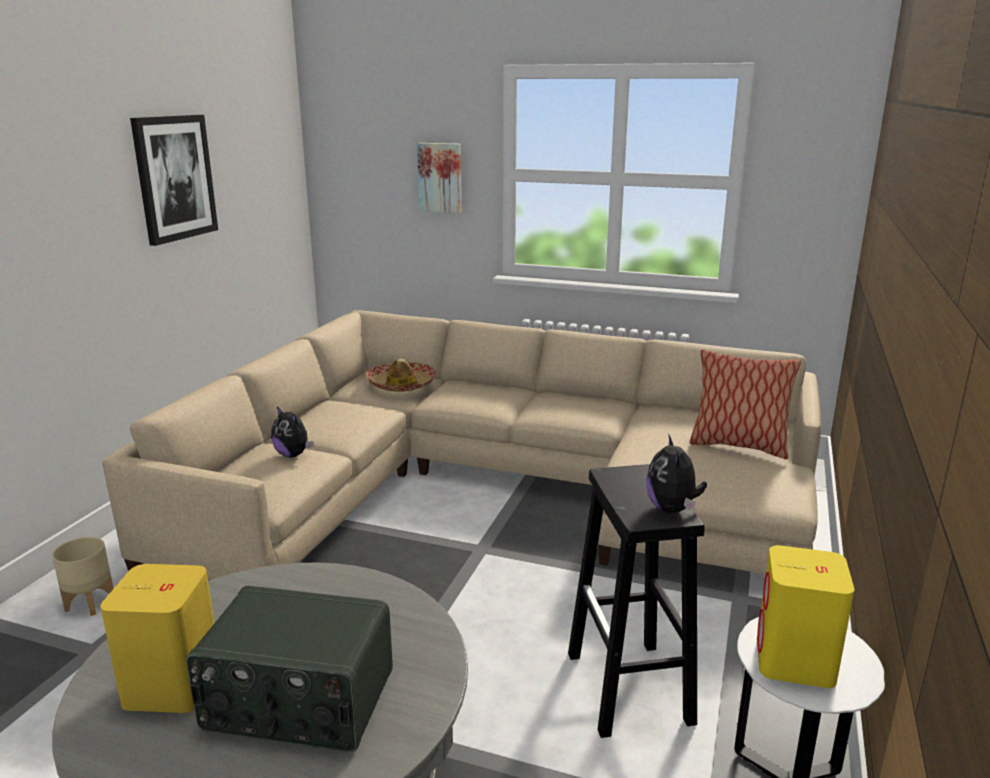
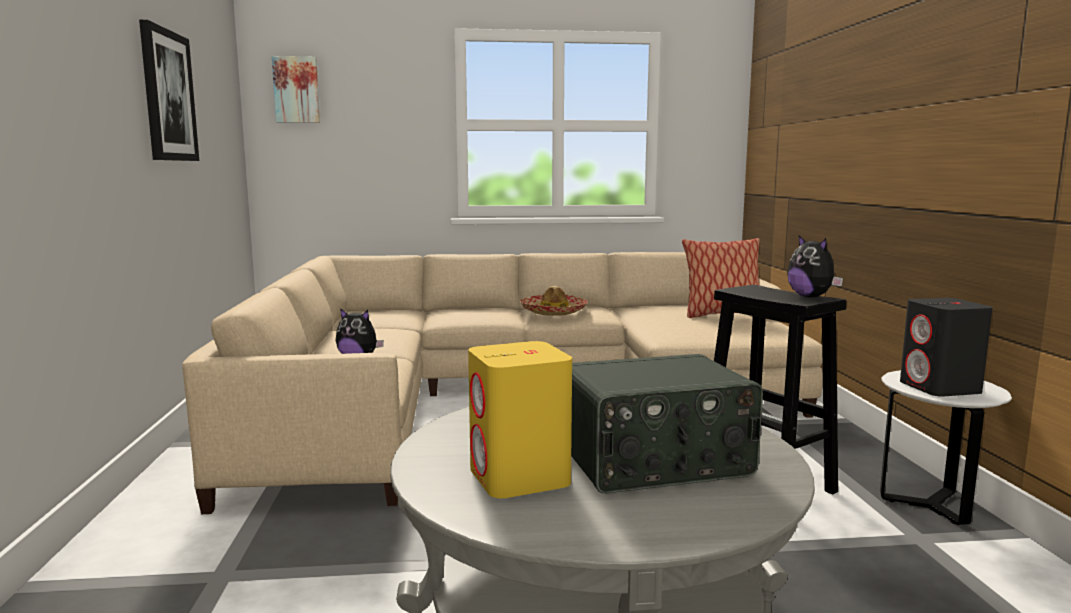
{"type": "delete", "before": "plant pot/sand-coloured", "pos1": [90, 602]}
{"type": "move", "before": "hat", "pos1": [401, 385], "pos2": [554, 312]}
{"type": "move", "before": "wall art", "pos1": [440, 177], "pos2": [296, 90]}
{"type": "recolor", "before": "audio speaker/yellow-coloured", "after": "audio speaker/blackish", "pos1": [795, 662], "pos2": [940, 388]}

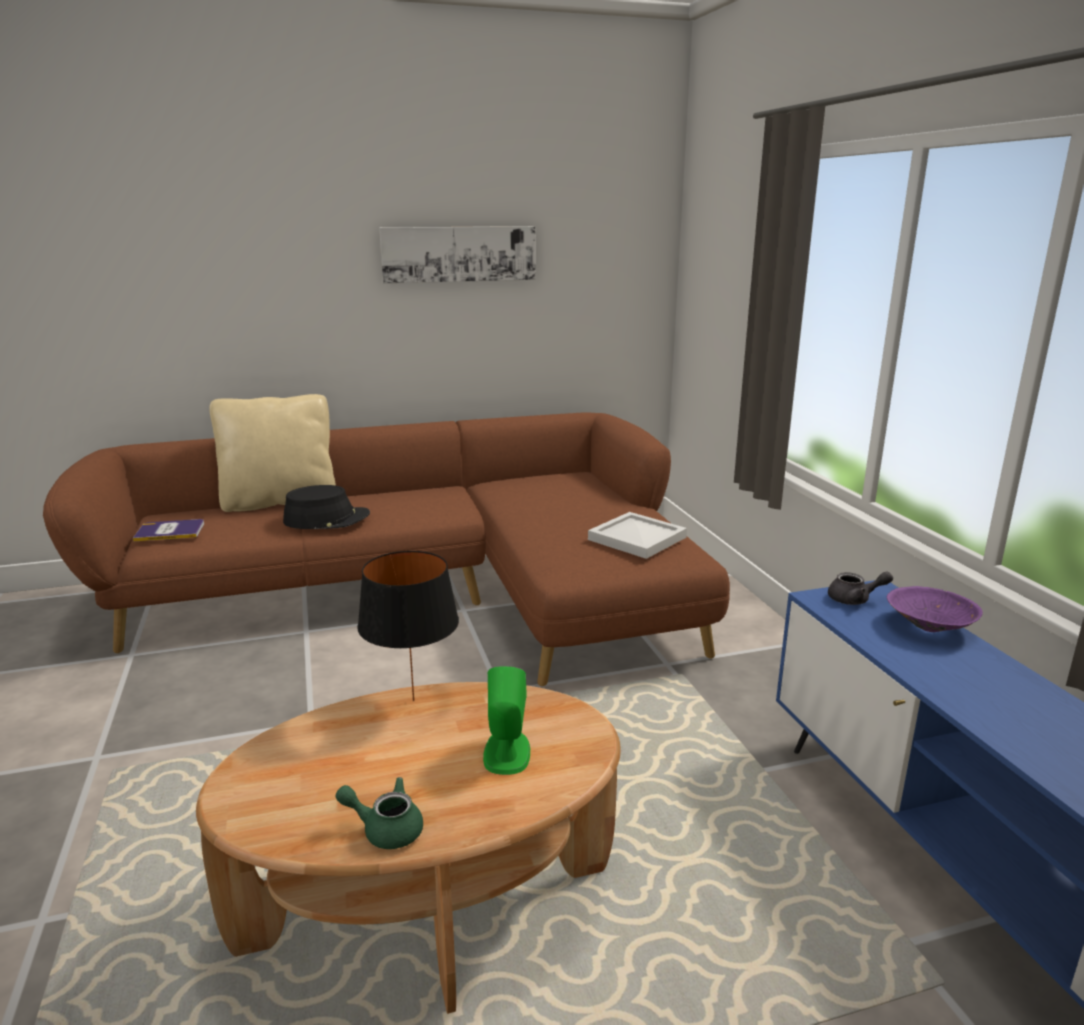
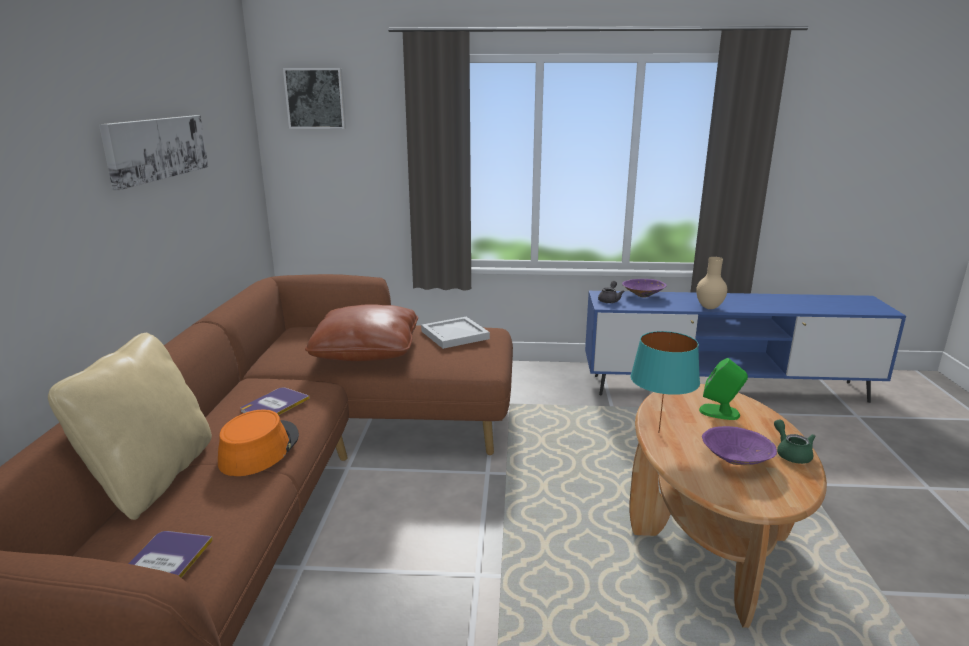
{"type": "recolor", "before": "hat/blackish", "after": "hat/orange", "pos1": [327, 519], "pos2": [259, 449]}
{"type": "rotate", "before": "tea pot/green", "pos1": [386, 829], "pos2": [791, 453], "turn": 135}
{"type": "recolor", "before": "lamp for a table/blackish", "after": "lamp for a table/blue-green", "pos1": [414, 700], "pos2": [658, 432]}
{"type": "insert", "after": "book", "pos2": [274, 405]}
{"type": "insert", "after": "wall art", "pos2": [316, 98]}
{"type": "insert", "after": "throw pillow/brown-coloured", "pos2": [367, 351]}
{"type": "insert", "after": "vase/sand-coloured", "pos2": [708, 307]}
{"type": "insert", "after": "serving bowl/purple", "pos2": [736, 460]}

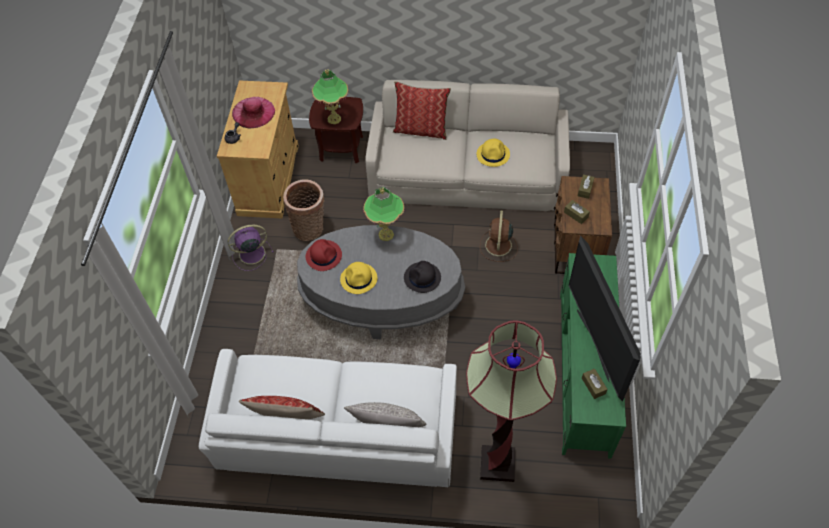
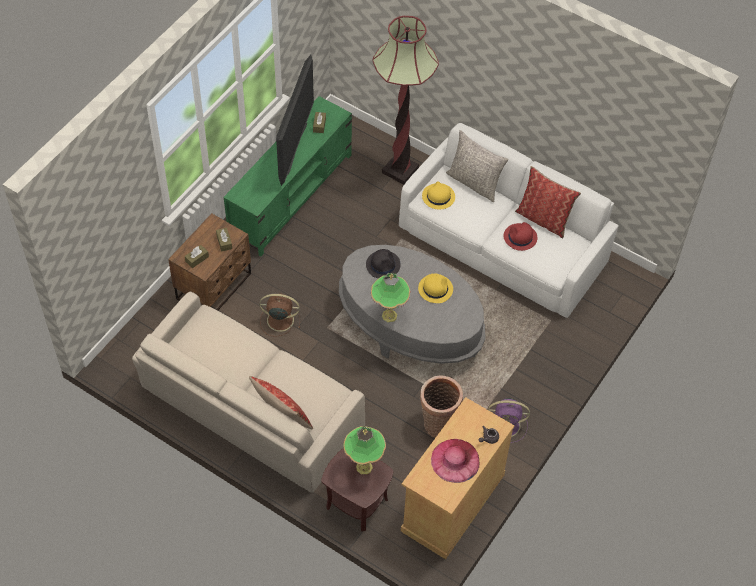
{"type": "move", "before": "hat/red-coloured", "pos1": [323, 255], "pos2": [520, 237]}
{"type": "move", "before": "hat/yellow-coloured", "pos1": [493, 154], "pos2": [438, 197]}
{"type": "rotate", "before": "cooling fan/brown-coloured", "pos1": [498, 246], "pos2": [279, 320], "turn": -120}

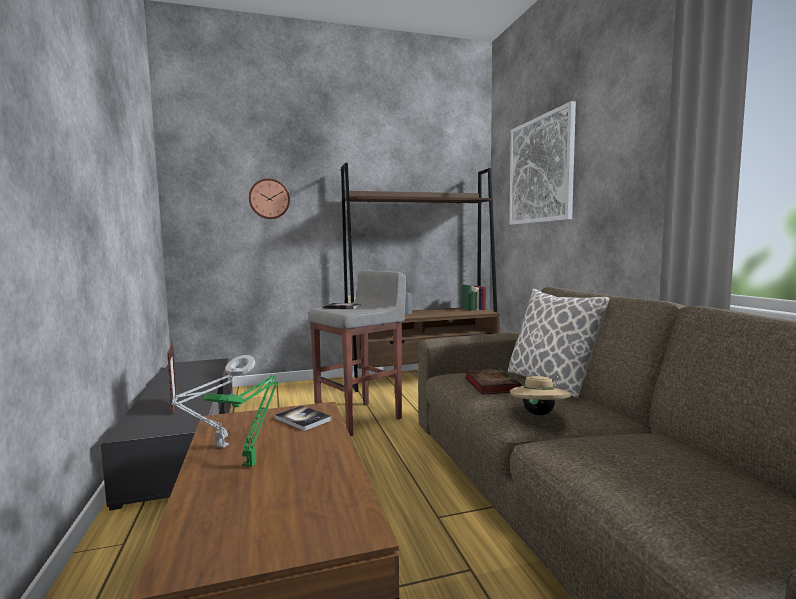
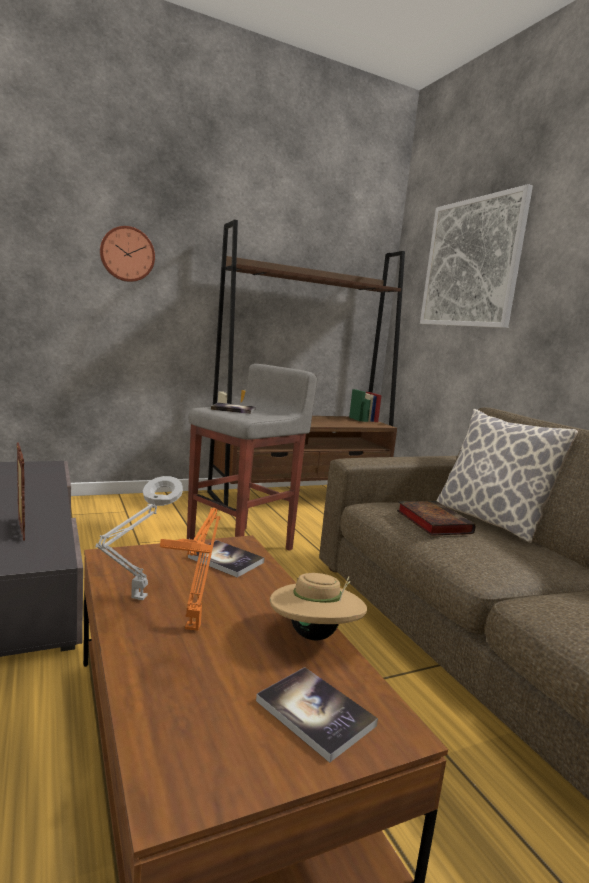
{"type": "recolor", "before": "lamp for a table/green", "after": "lamp for a table/orange", "pos1": [251, 464], "pos2": [194, 625]}
{"type": "move", "before": "hat/sand-coloured", "pos1": [539, 414], "pos2": [314, 635]}
{"type": "insert", "after": "book", "pos2": [315, 713]}

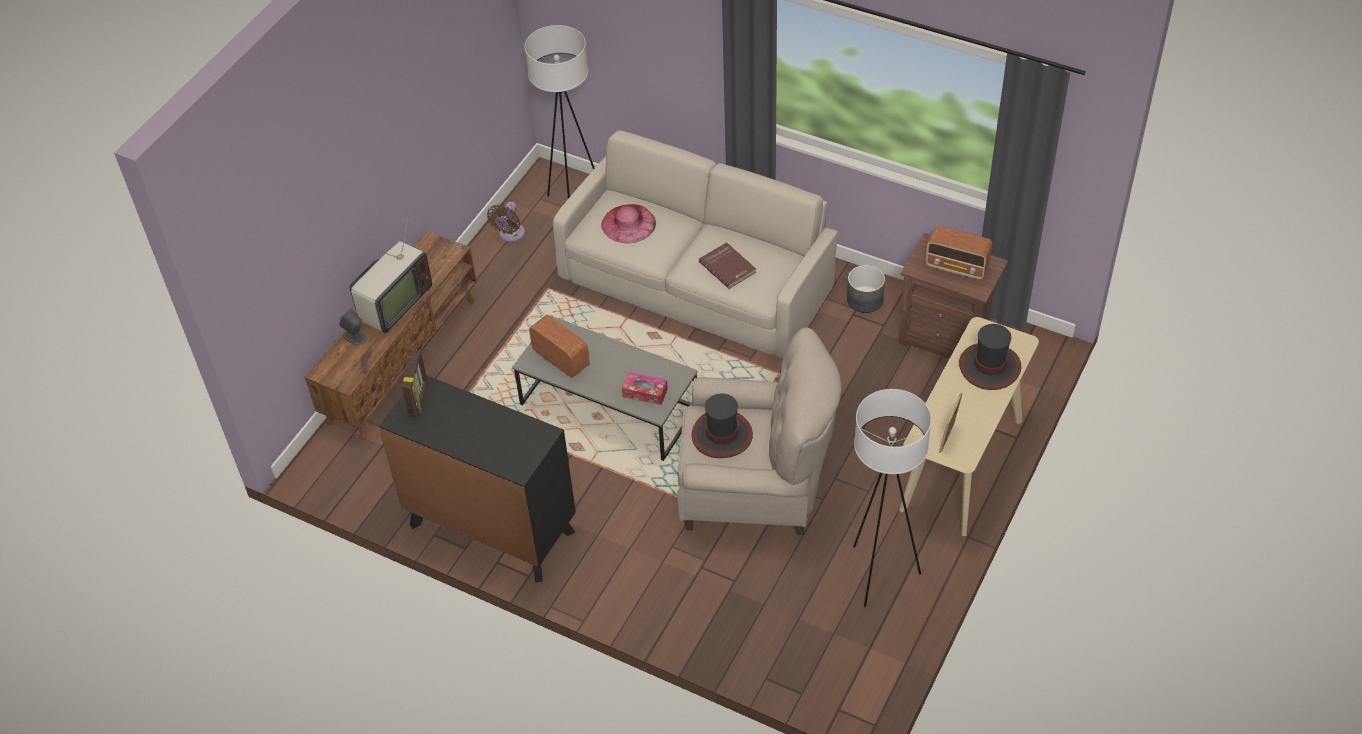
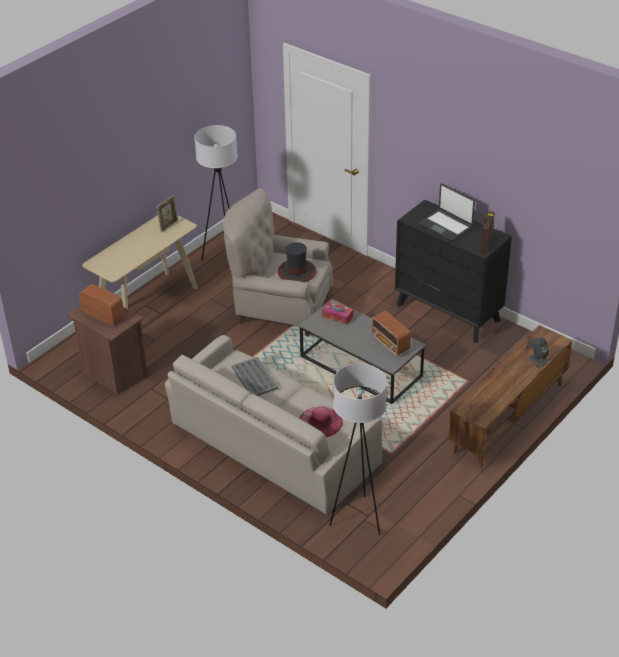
{"type": "delete", "before": "television", "pos1": [392, 305]}
{"type": "delete", "before": "cooling fan/brown-coloured", "pos1": [510, 235]}
{"type": "replace", "before": "book/red-coloured", "after": "serving tray/grey", "pos1": [728, 267], "pos2": [255, 378]}
{"type": "delete", "before": "plant pot/grey", "pos1": [865, 299]}
{"type": "delete", "before": "hat", "pos1": [989, 367]}
{"type": "insert", "after": "laptop", "pos2": [446, 226]}

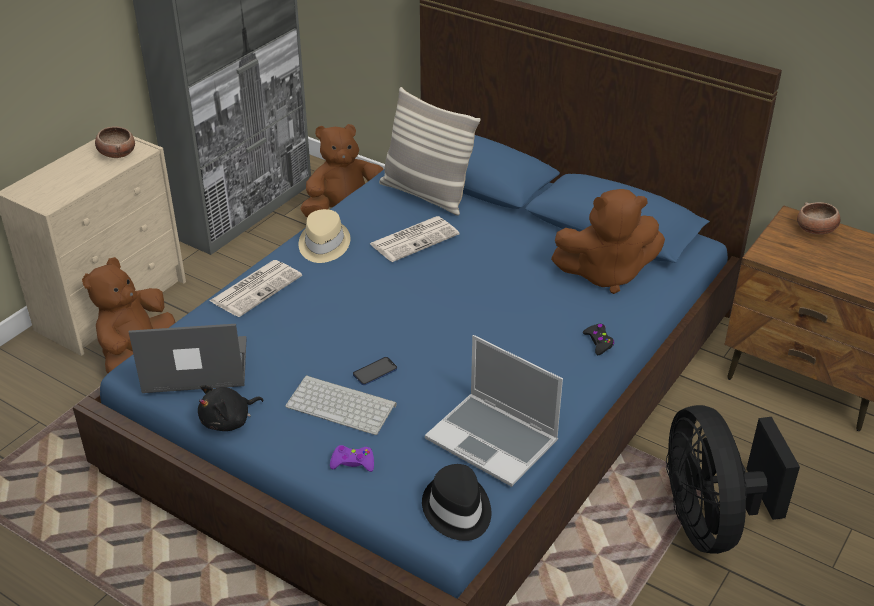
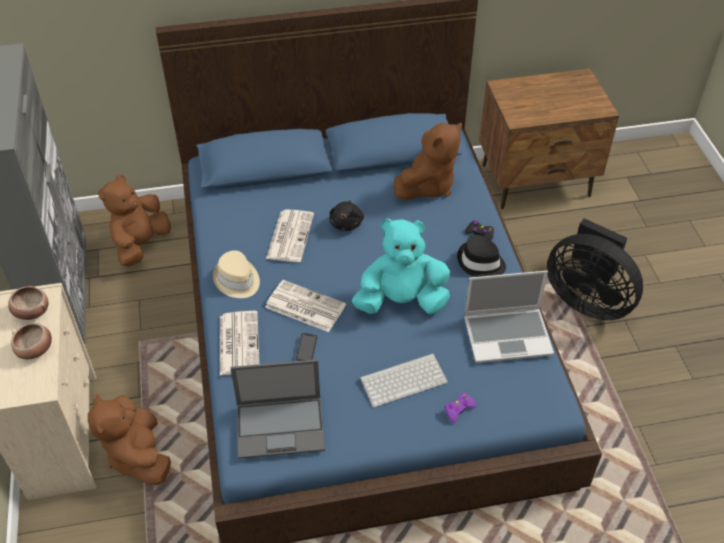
{"type": "rotate", "before": "laptop", "pos1": [194, 366], "pos2": [281, 426], "turn": -135}
{"type": "move", "before": "soft toy/blackish", "pos1": [229, 421], "pos2": [346, 223]}
{"type": "move", "before": "telephone", "pos1": [375, 372], "pos2": [306, 348]}
{"type": "delete", "before": "throw pillow", "pos1": [426, 194]}
{"type": "move", "before": "hat/blackish", "pos1": [457, 510], "pos2": [480, 263]}
{"type": "move", "before": "serving bowl", "pos1": [816, 230], "pos2": [35, 349]}
{"type": "insert", "after": "newspaper", "pos2": [304, 306]}
{"type": "insert", "after": "soft toy/blue-green", "pos2": [401, 301]}

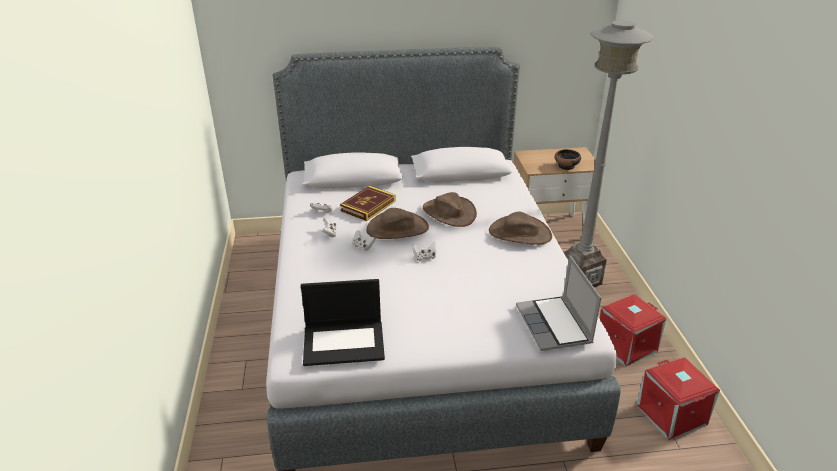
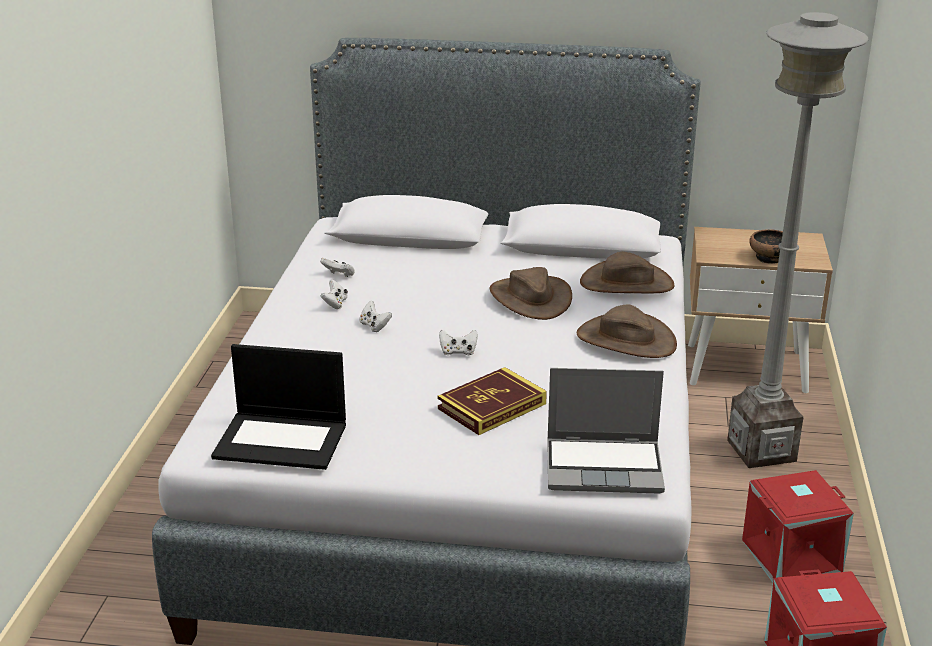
{"type": "move", "before": "book", "pos1": [368, 206], "pos2": [492, 406]}
{"type": "move", "before": "hat/brown-coloured", "pos1": [397, 229], "pos2": [626, 284]}
{"type": "rotate", "before": "laptop", "pos1": [555, 325], "pos2": [605, 467], "turn": -90}

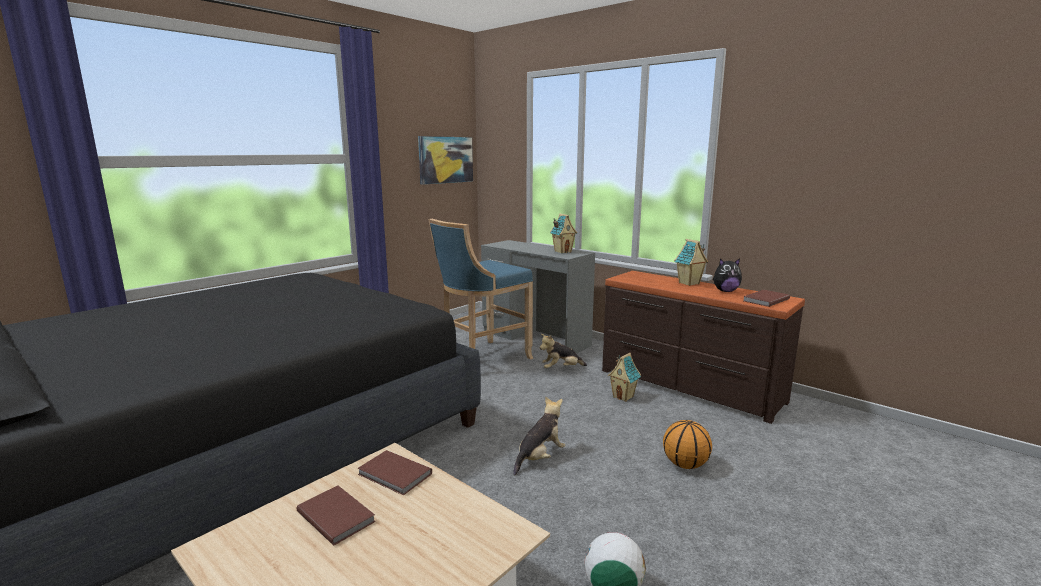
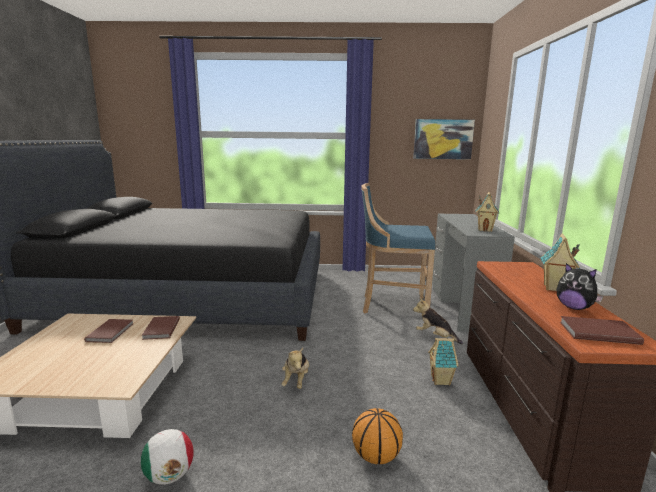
{"type": "rotate", "before": "soft toy", "pos1": [540, 458], "pos2": [296, 381], "turn": 90}

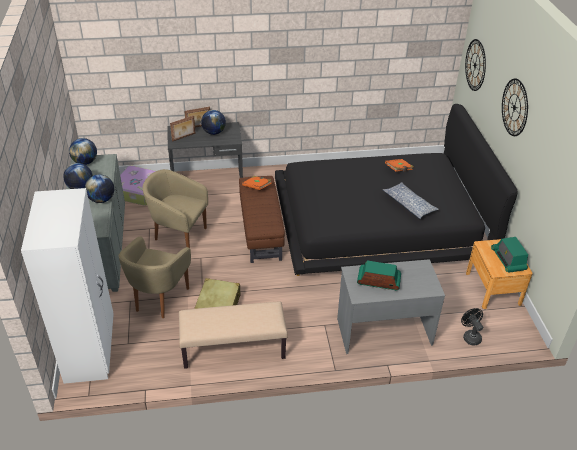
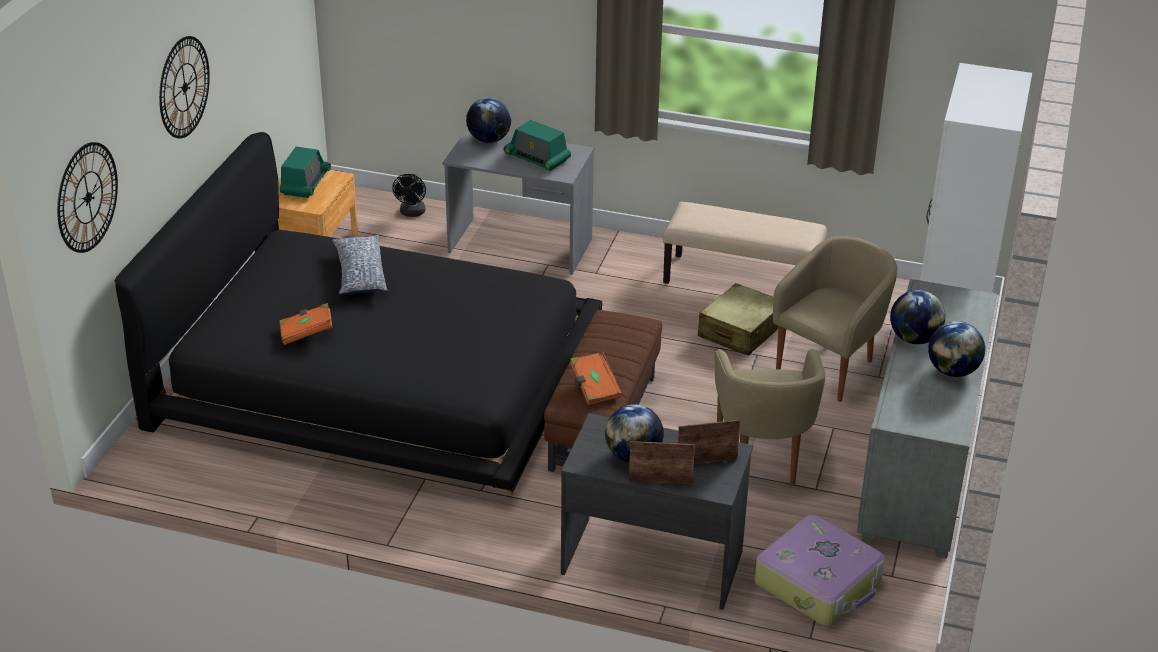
{"type": "move", "before": "world globe", "pos1": [85, 162], "pos2": [488, 140]}
{"type": "rotate", "before": "lounge chair/sand-coloured", "pos1": [178, 235], "pos2": [762, 458], "turn": 45}

